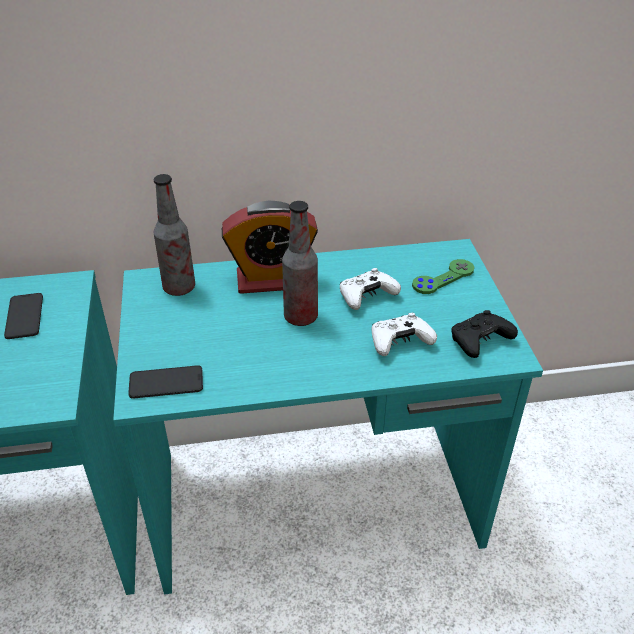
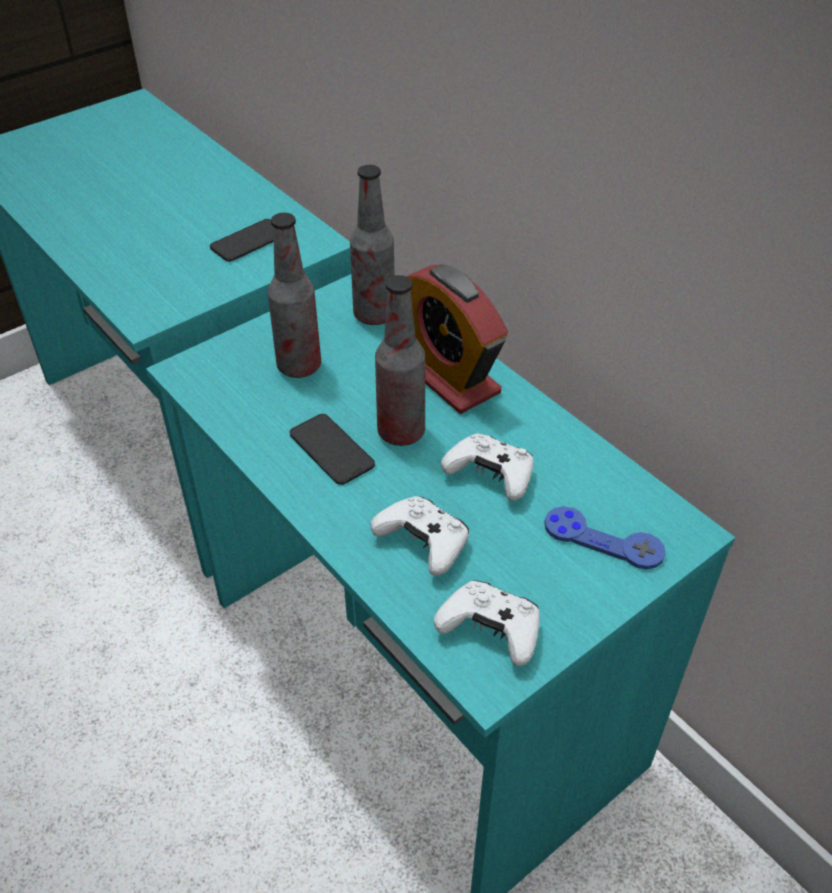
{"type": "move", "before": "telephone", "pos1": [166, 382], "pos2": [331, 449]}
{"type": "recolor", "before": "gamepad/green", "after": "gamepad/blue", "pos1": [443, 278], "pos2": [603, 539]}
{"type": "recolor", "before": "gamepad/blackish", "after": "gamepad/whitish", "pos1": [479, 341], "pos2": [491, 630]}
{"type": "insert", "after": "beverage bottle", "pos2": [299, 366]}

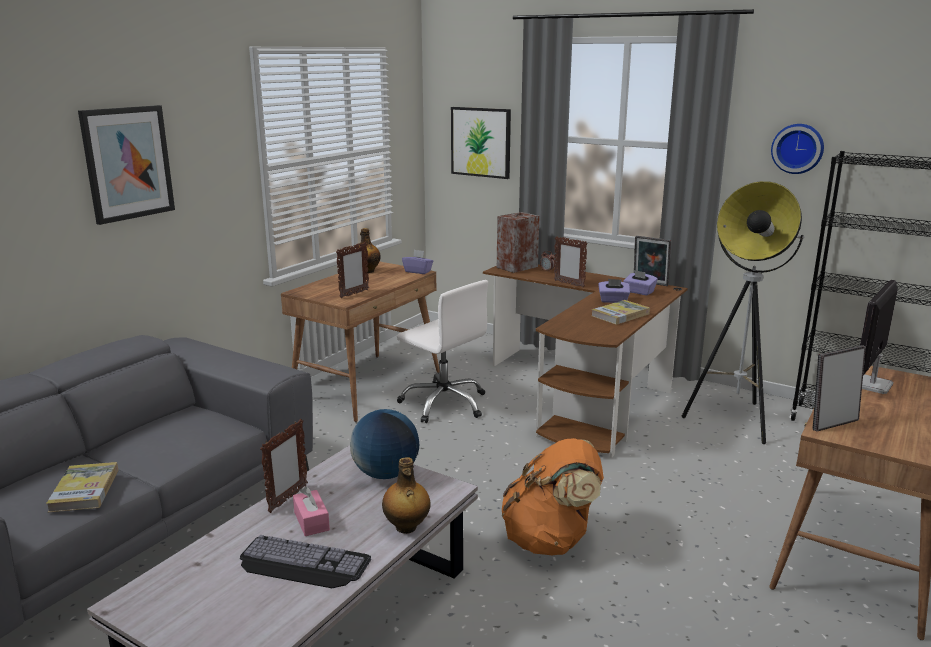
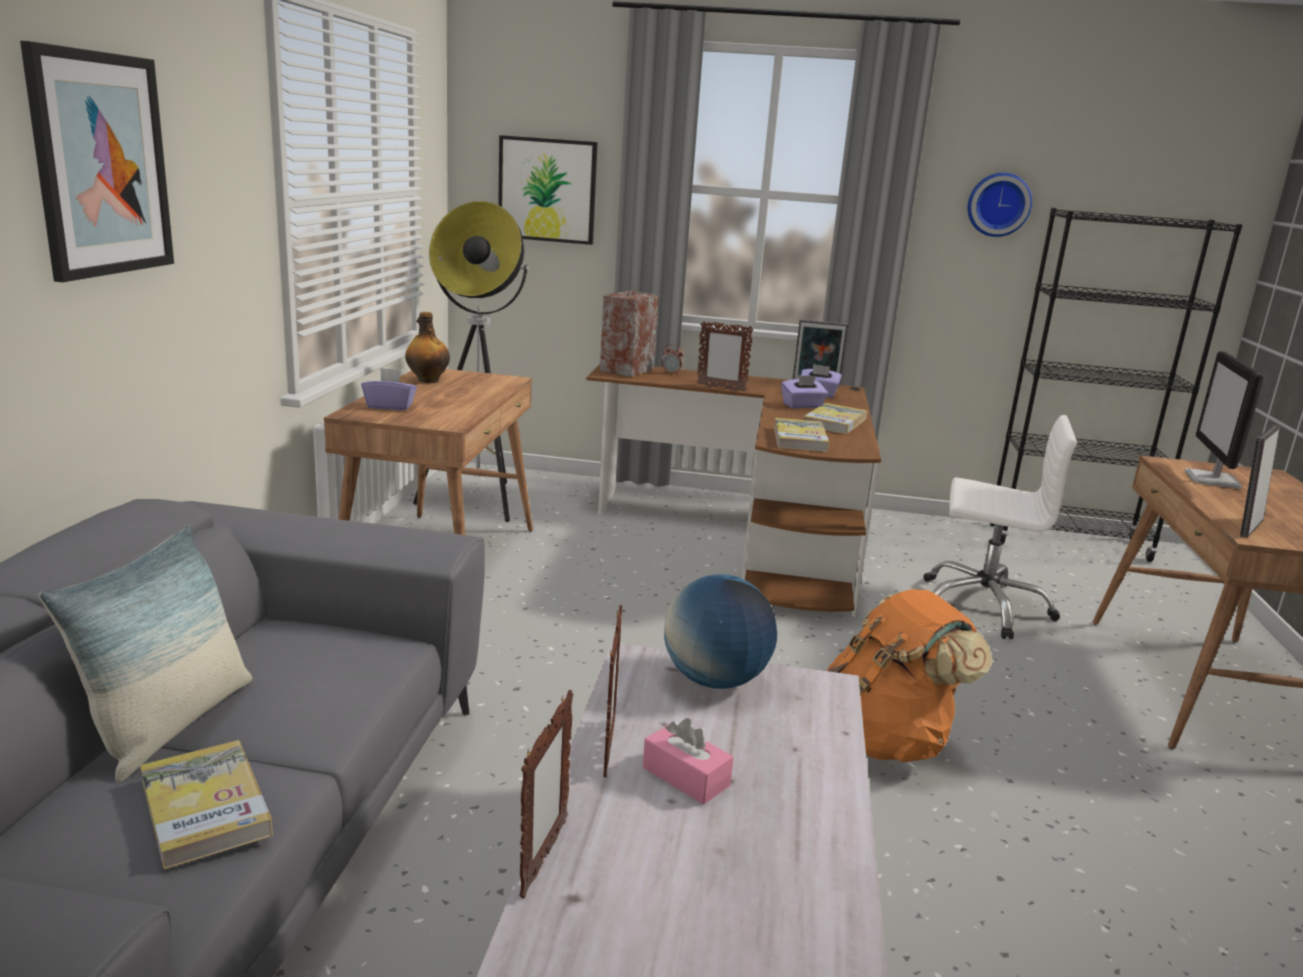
{"type": "delete", "before": "PC keyboard", "pos1": [300, 564]}
{"type": "move", "before": "standing frame", "pos1": [354, 294], "pos2": [543, 859]}
{"type": "delete", "before": "beverage bottle", "pos1": [406, 527]}
{"type": "move", "before": "computer chair/whitish", "pos1": [444, 403], "pos2": [983, 605]}
{"type": "move", "before": "box of tissues/purple", "pos1": [418, 271], "pos2": [390, 406]}
{"type": "move", "before": "standing lamp", "pos1": [735, 420], "pos2": [478, 501]}
{"type": "insert", "after": "throw pillow", "pos2": [171, 724]}
{"type": "insert", "after": "book", "pos2": [799, 439]}

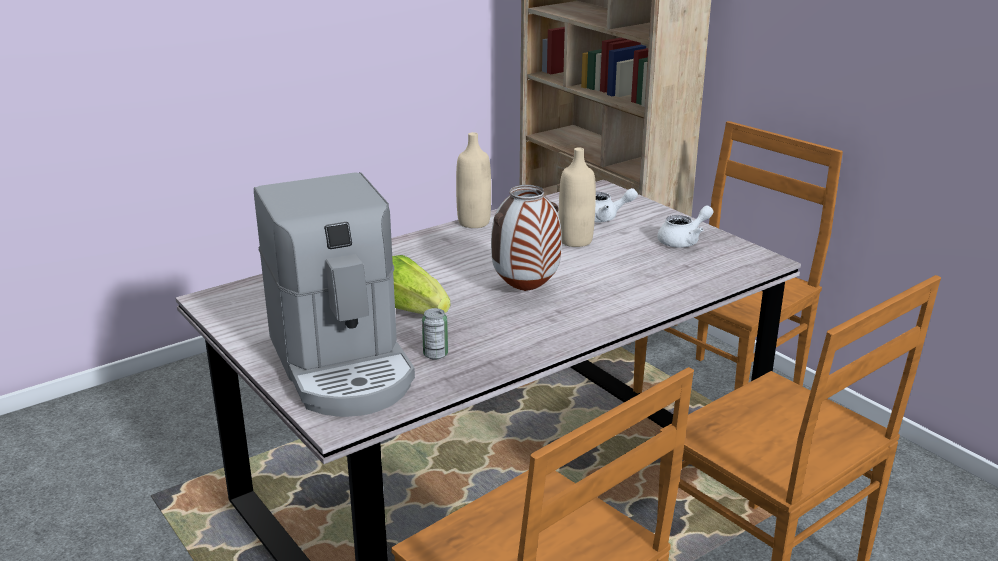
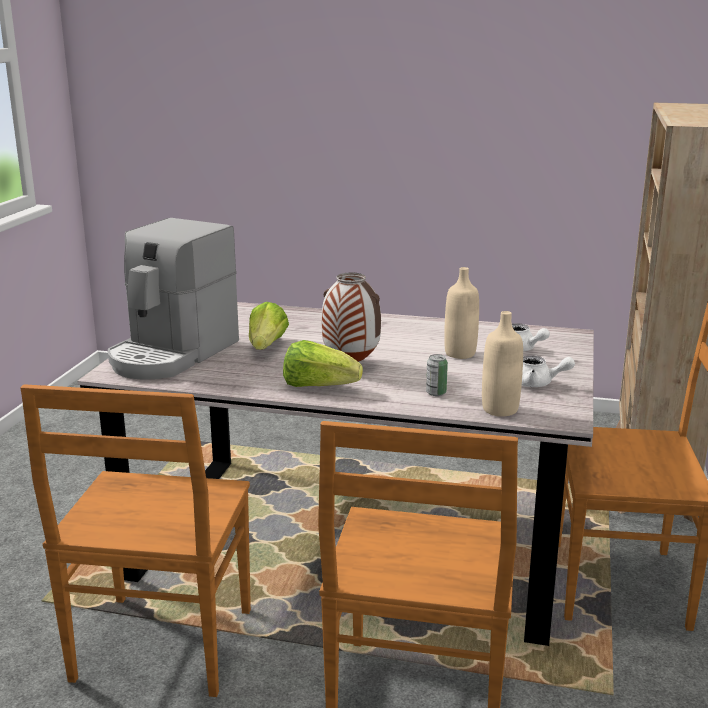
{"type": "move", "before": "metal can", "pos1": [435, 354], "pos2": [436, 393]}
{"type": "move", "before": "beverage bottle/sand-coloured", "pos1": [474, 222], "pos2": [500, 409]}
{"type": "insert", "after": "lettuce", "pos2": [318, 386]}

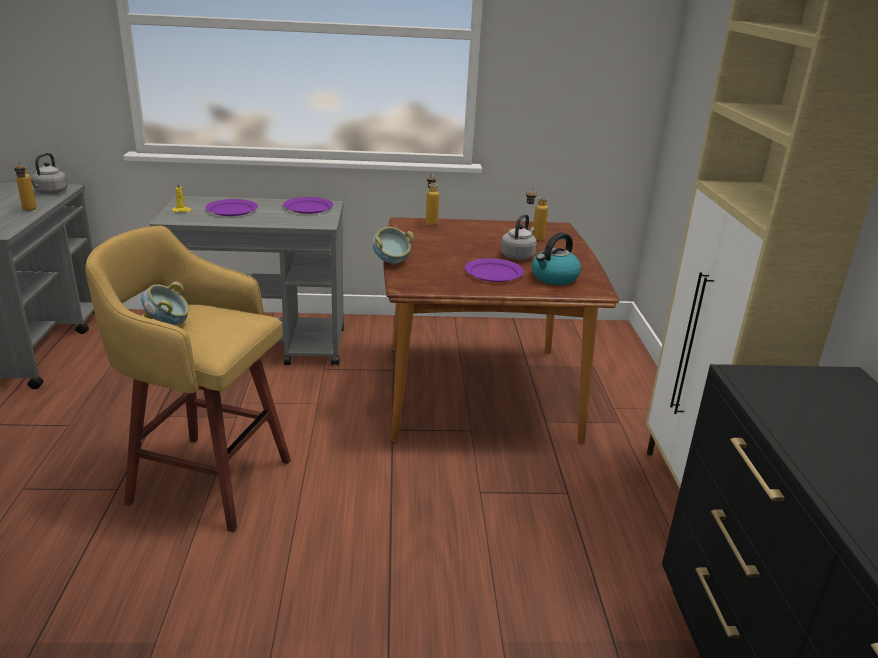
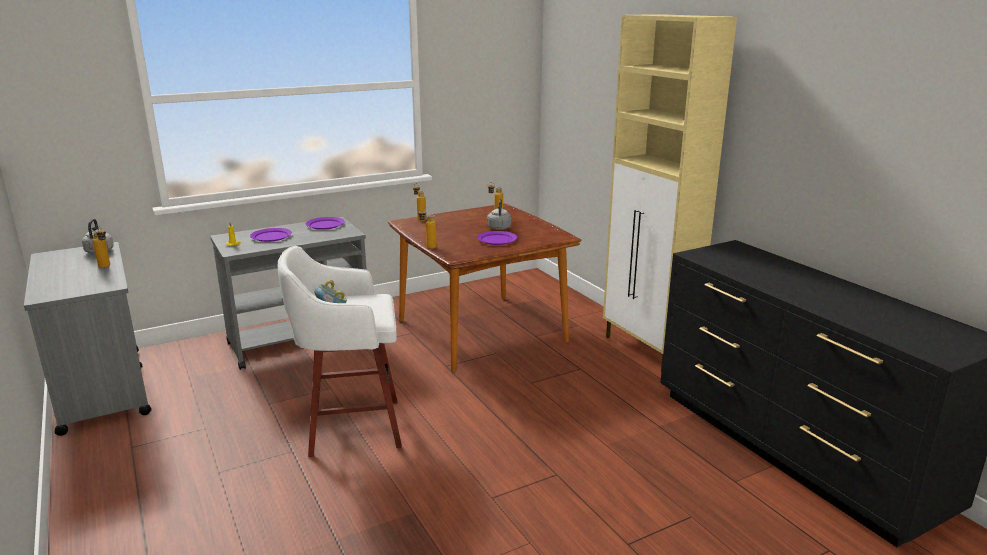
{"type": "recolor", "before": "stool seat/yellow-coloured", "after": "stool seat/whitish", "pos1": [206, 480], "pos2": [351, 427]}
{"type": "replace", "before": "serving bowl", "after": "beverage bottle", "pos1": [391, 262], "pos2": [427, 247]}
{"type": "delete", "before": "tea kettle", "pos1": [554, 278]}

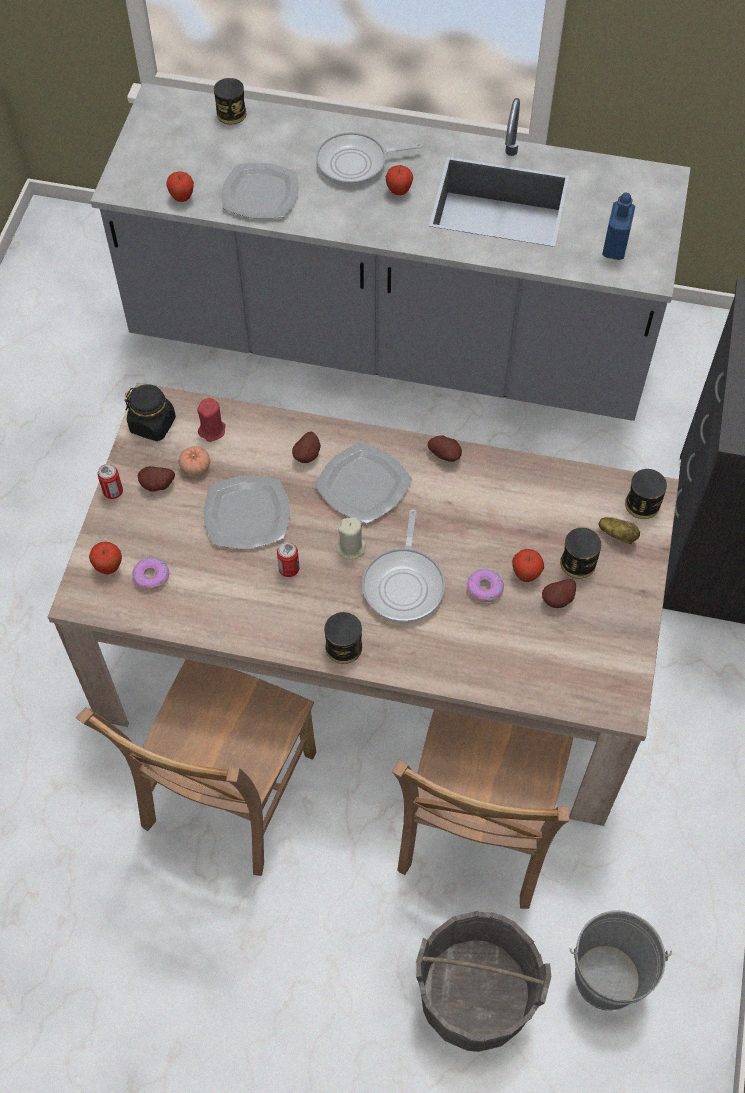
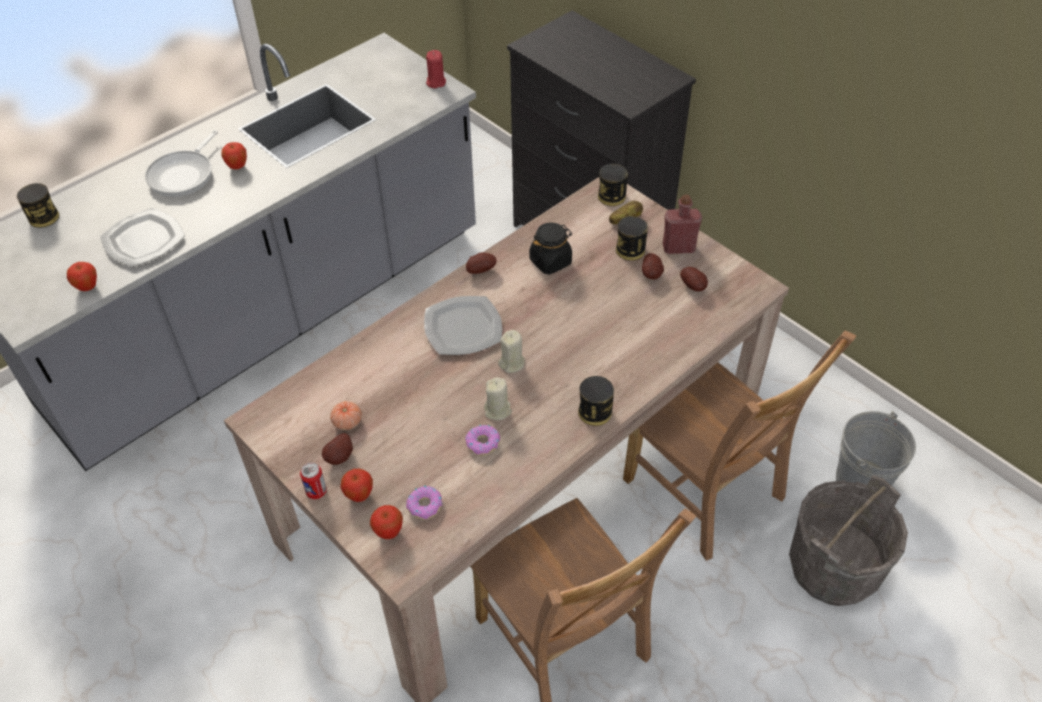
{"type": "move", "before": "preserve jar/blackish", "pos1": [153, 424], "pos2": [550, 261]}
{"type": "move", "before": "wax light/red-coloured", "pos1": [212, 430], "pos2": [435, 82]}
{"type": "delete", "before": "plate", "pos1": [248, 515]}
{"type": "replace", "before": "metal can", "after": "wax light/sand-coloured", "pos1": [289, 569], "pos2": [498, 410]}
{"type": "move", "before": "whole potato", "pos1": [308, 455], "pos2": [694, 287]}
{"type": "delete", "before": "frying pan", "pos1": [404, 583]}
{"type": "move", "before": "donut", "pos1": [484, 588], "pos2": [483, 443]}
{"type": "move", "before": "apple fruit", "pos1": [526, 575], "pos2": [359, 495]}
{"type": "delete", "before": "beverage bottle/blue", "pos1": [614, 248]}
{"type": "insert", "after": "beverage bottle/red-coloured", "pos2": [678, 248]}

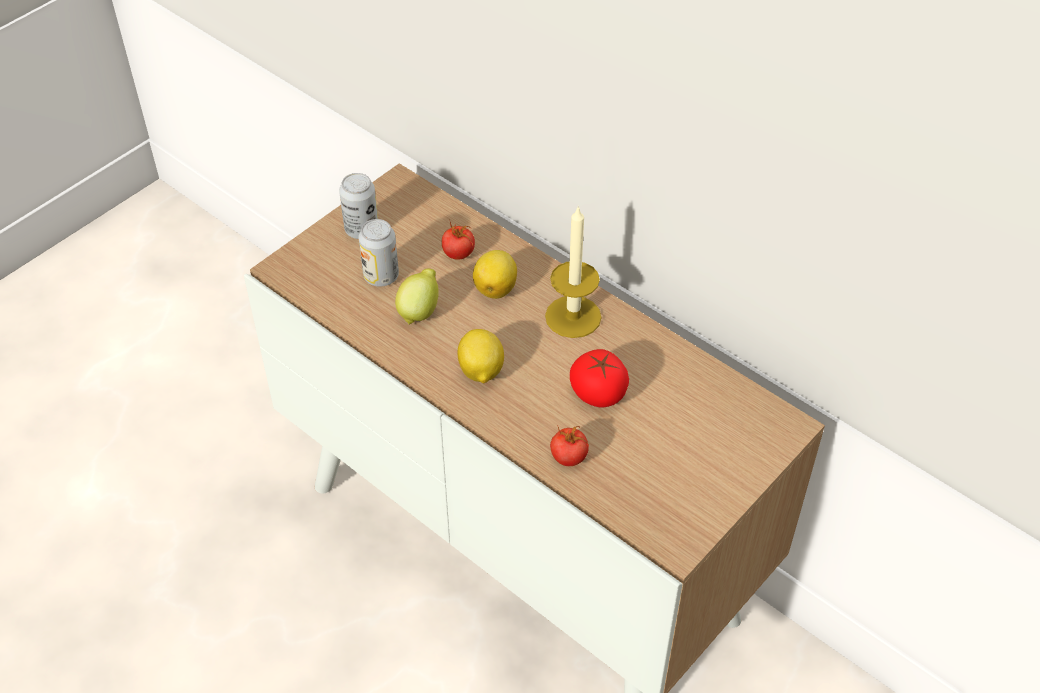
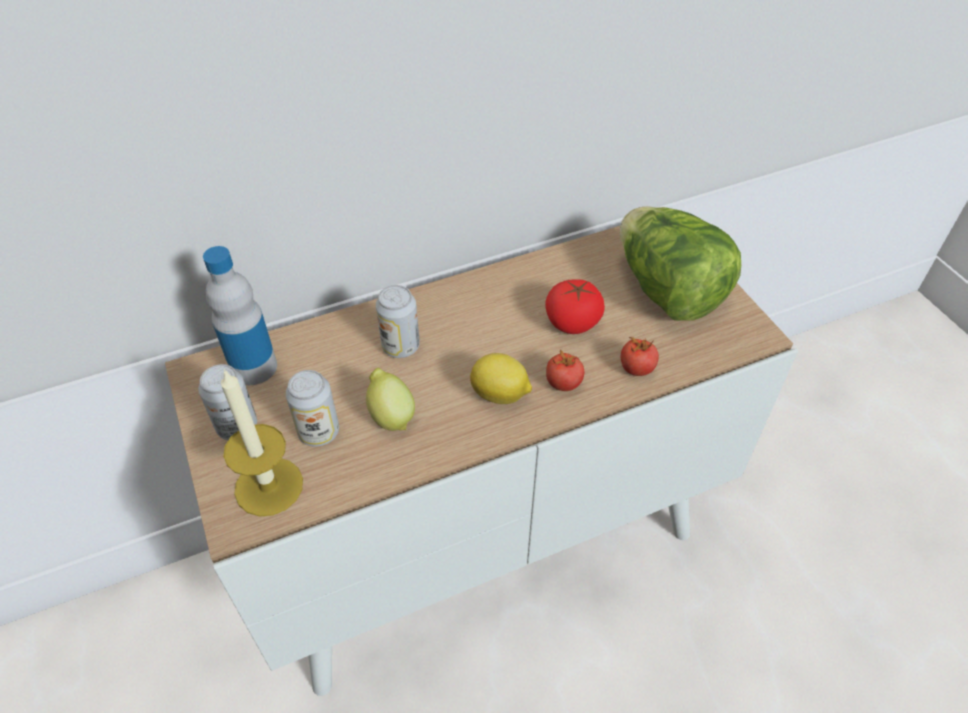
{"type": "move", "before": "fresh tomato", "pos1": [458, 254], "pos2": [563, 383]}
{"type": "replace", "before": "citrus fruit", "after": "metal can", "pos1": [496, 288], "pos2": [400, 346]}
{"type": "move", "before": "wax light", "pos1": [573, 316], "pos2": [269, 486]}
{"type": "insert", "after": "beverage bottle", "pos2": [254, 367]}
{"type": "insert", "after": "lettuce", "pos2": [666, 291]}

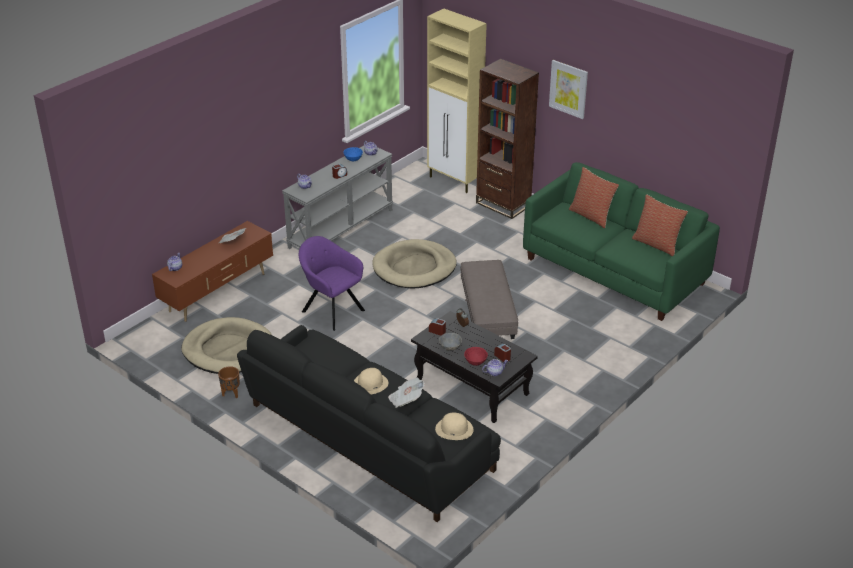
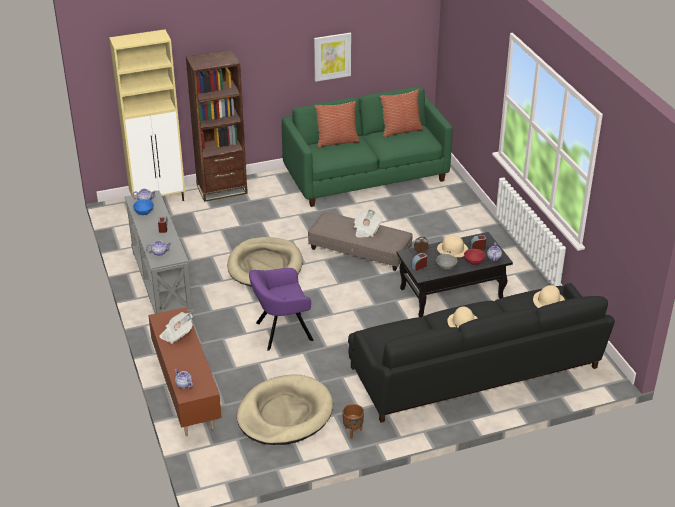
{"type": "move", "before": "newspaper", "pos1": [406, 399], "pos2": [366, 230]}
{"type": "move", "before": "wall art", "pos1": [568, 89], "pos2": [332, 56]}
{"type": "insert", "after": "hat/sand-coloured", "pos2": [452, 249]}

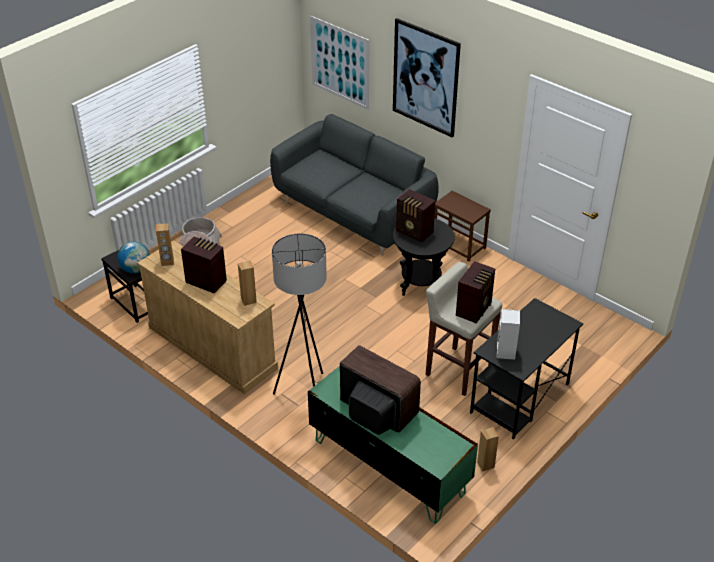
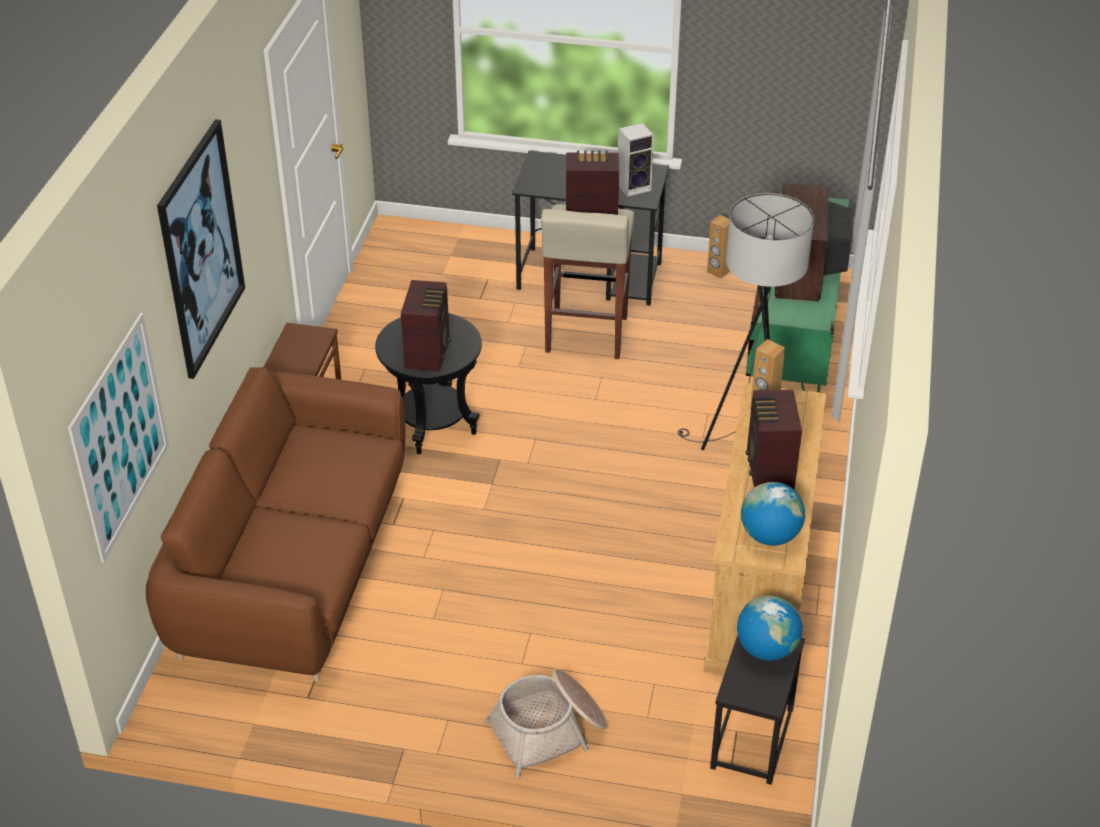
{"type": "replace", "before": "audio speaker/brown-coloured", "after": "world globe", "pos1": [167, 262], "pos2": [770, 536]}
{"type": "recolor", "before": "settee/grey", "after": "settee/brown-coloured", "pos1": [353, 212], "pos2": [293, 571]}

